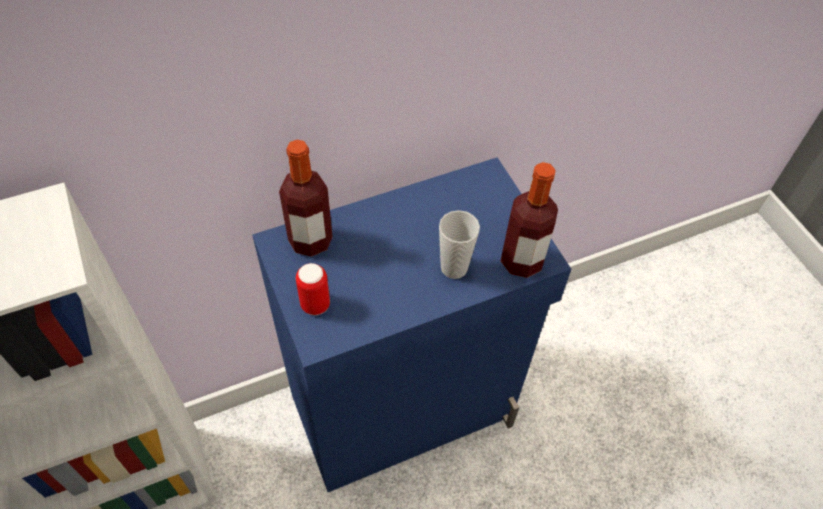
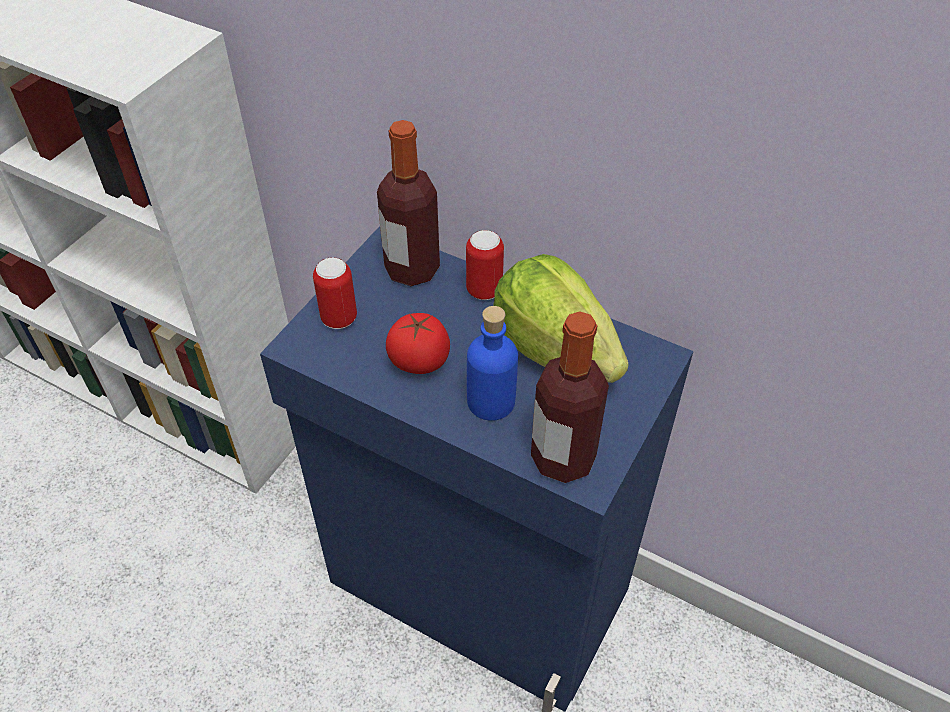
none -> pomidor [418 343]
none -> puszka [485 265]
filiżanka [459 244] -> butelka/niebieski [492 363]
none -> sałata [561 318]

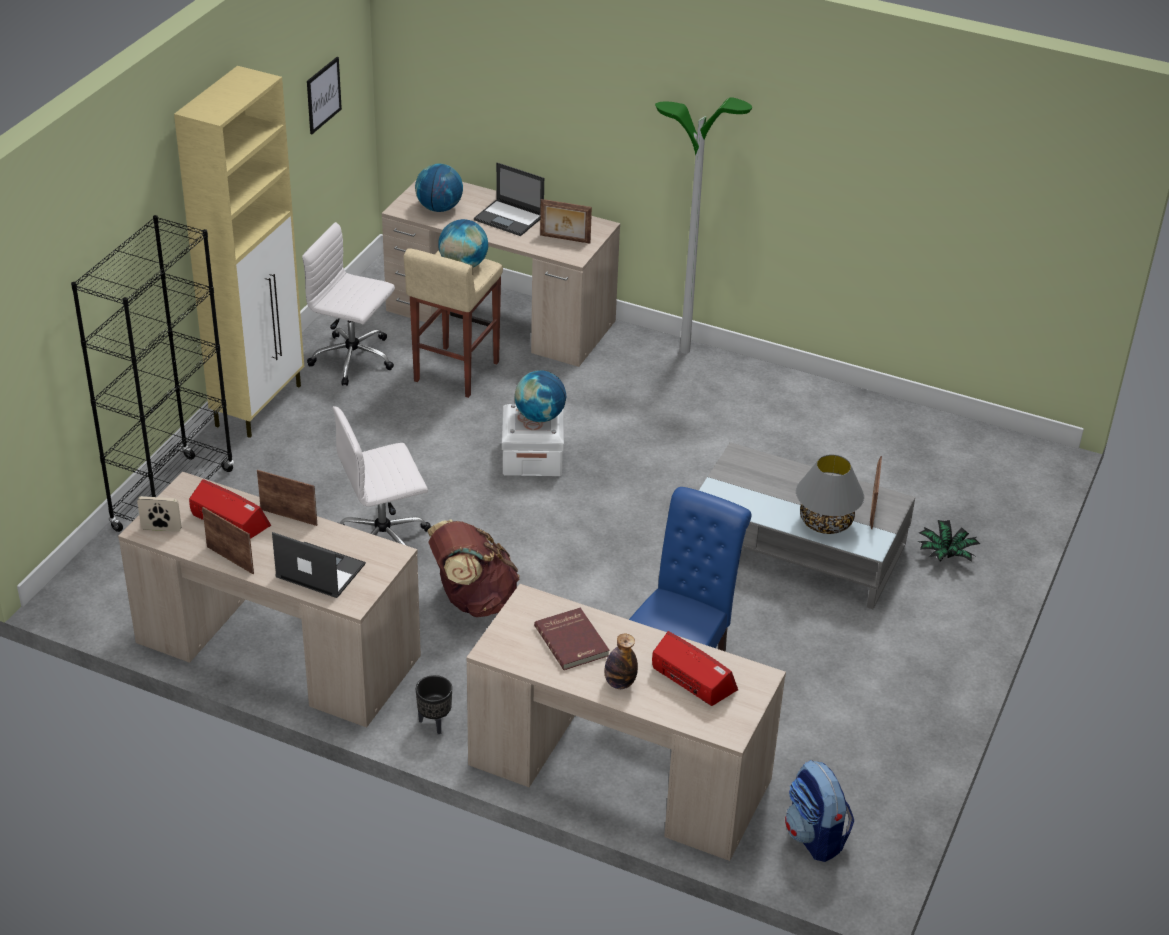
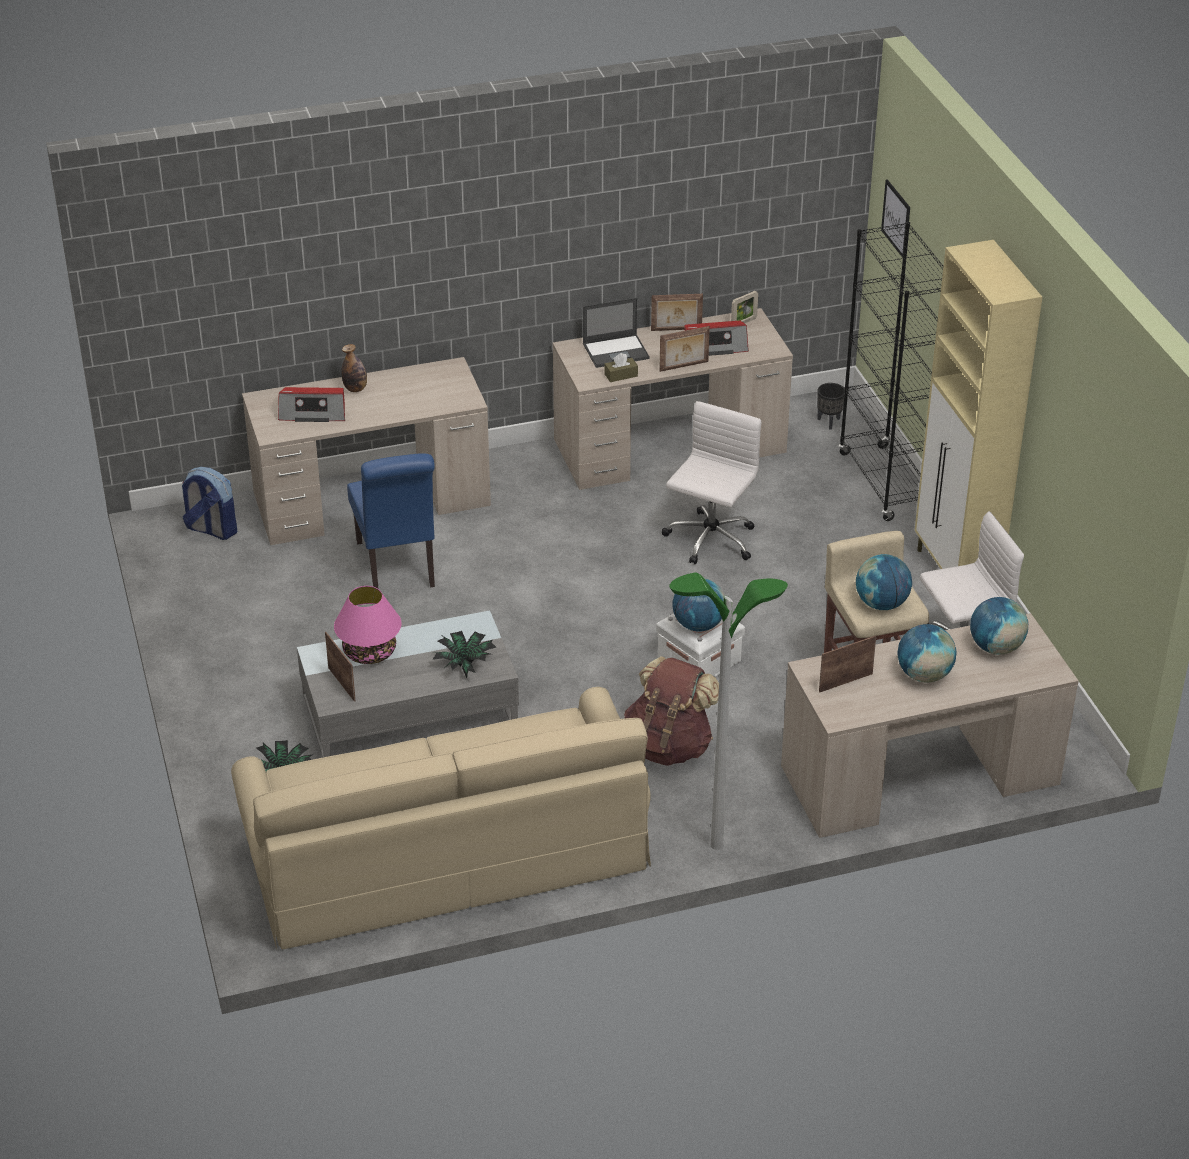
none -> kanapa/beżowy [441 818]
lampa stołowa/szary [830 494] -> lampa stołowa/różowy [368 625]
none -> roślina doniczkowa [464 654]
none -> pudełko chusteczek/brązowy [621 367]
plecak/brązowy [473 568] -> plecak/brązowy [671 711], move
donica/czarny [434 704] -> donica/czarny [830 406], move
obraz [324 95] -> obraz [895 218], move
laptop [509 199] -> globus [926 653]
książka/czerwony [572 639] -> none

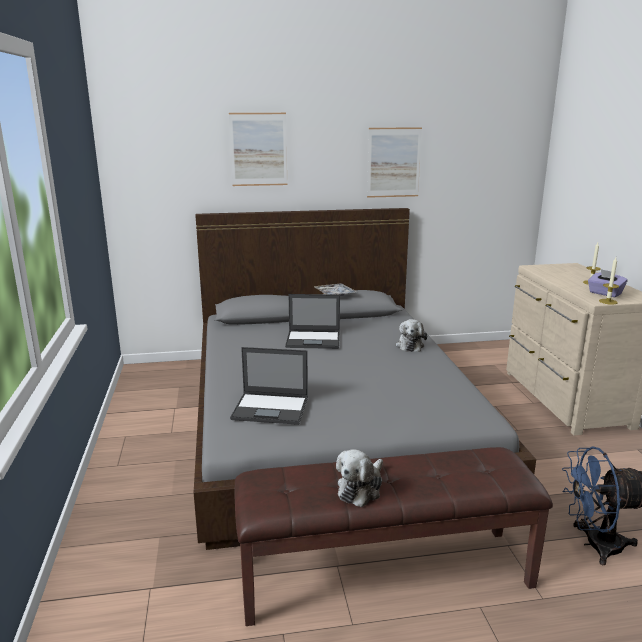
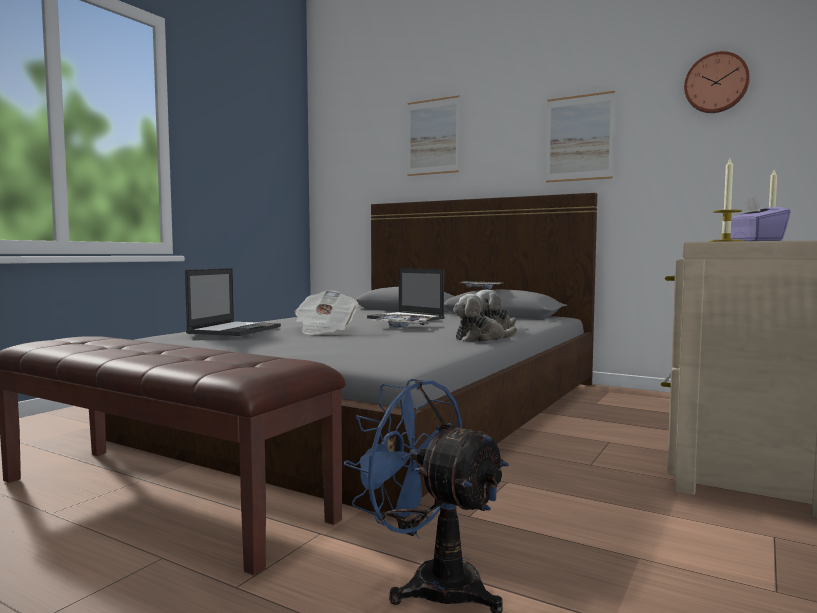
laptop [269 386] -> laptop [233 302], 120 degrees counterclockwise
none -> gazeta [327 312]
none -> taca [402 321]
pluszak [359 478] -> pluszak [485 318], move
none -> zegar ścienny [717 82]

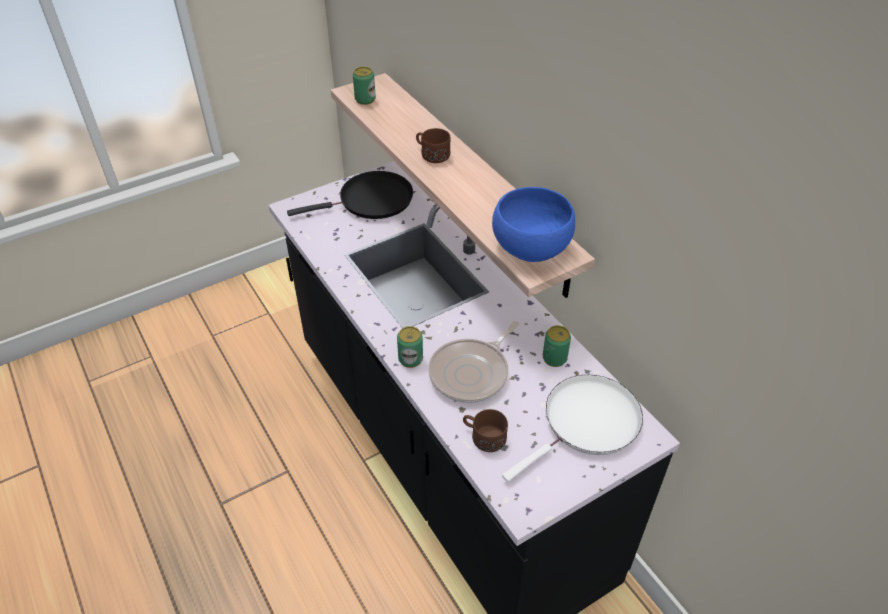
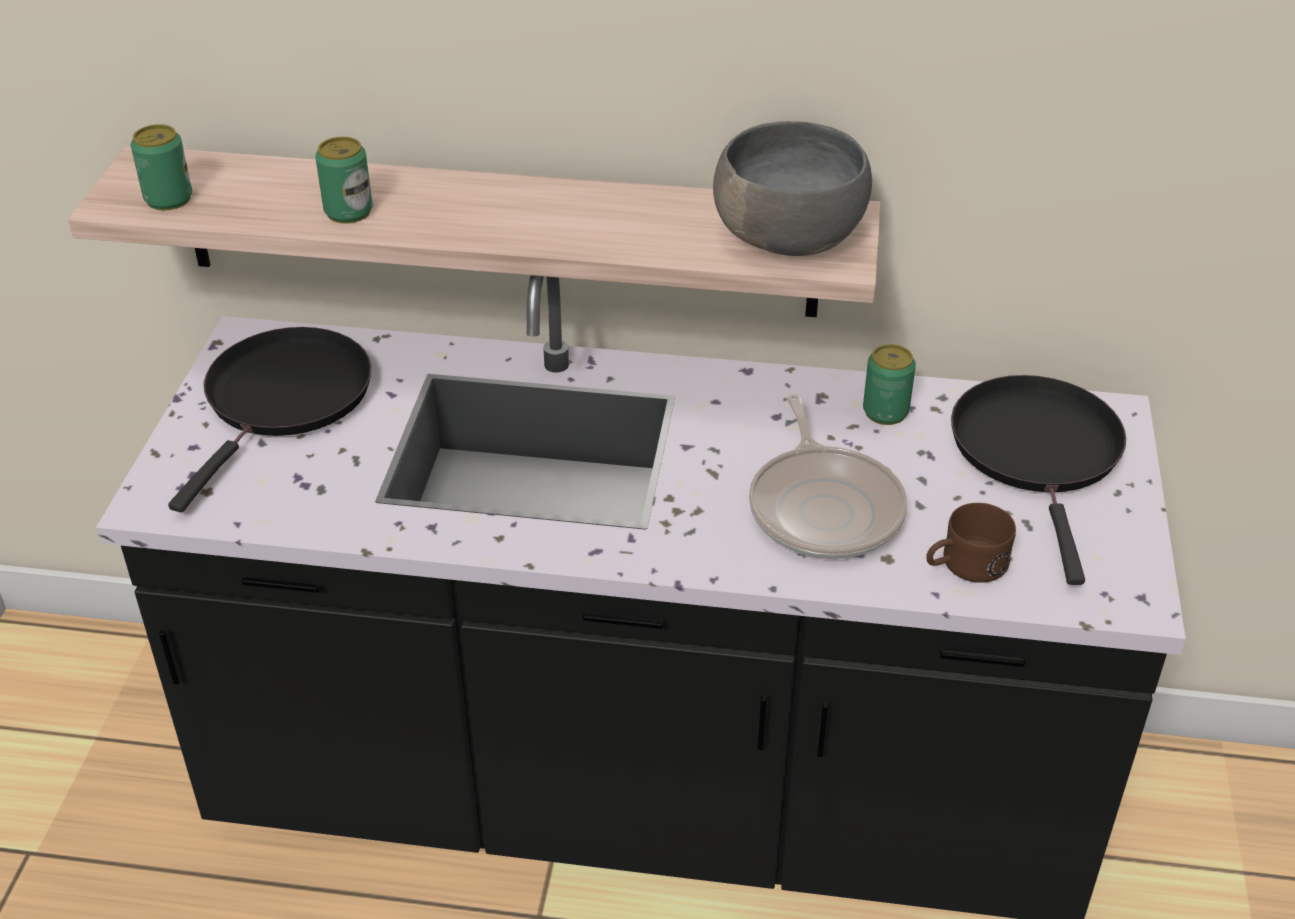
puszka [410 347] -> puszka [344 180], move
miska/niebieski [533 224] -> miska/szary [792 188]
patelnia/biały [572 428] -> patelnia/czarny [1038 480]
kubek/brązowy [433 145] -> none

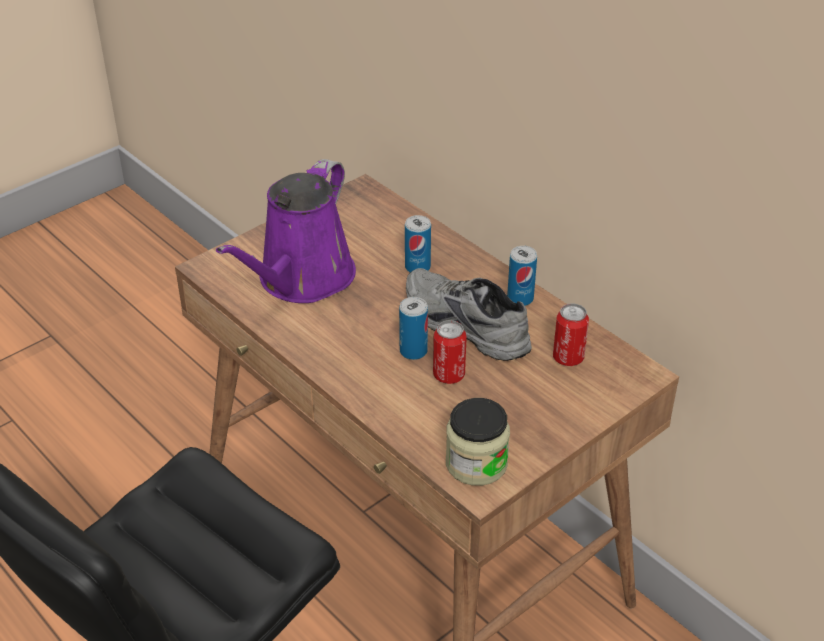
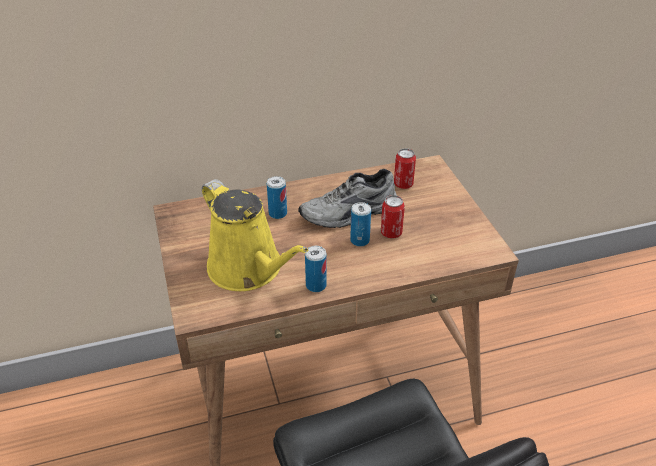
konewka/fioletowy [286 231] -> konewka/żółty [255 235]
puszka [522 276] -> puszka [316 269], move
słoik [478 442] -> none

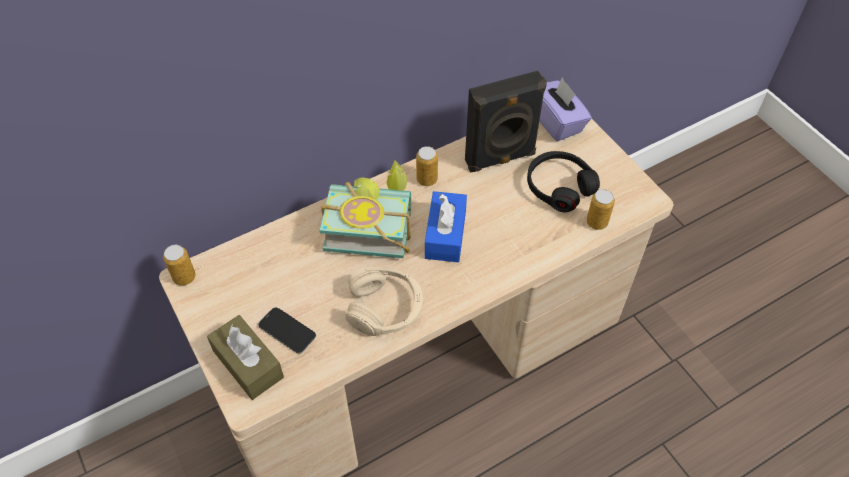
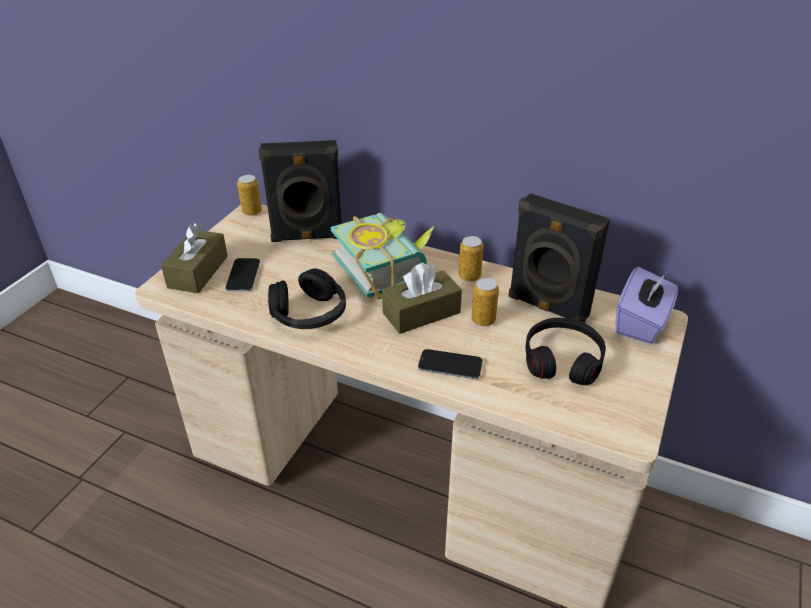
none -> głośnik/czarny [300 191]
słuchawki/beżowy [384 301] -> słuchawki/czarny [307 299]
pudełko chusteczek/niebieski [446 226] -> pudełko chusteczek/brązowy [422 298]
none -> telefon [450 364]
puszka [600 209] -> puszka [485 302], move

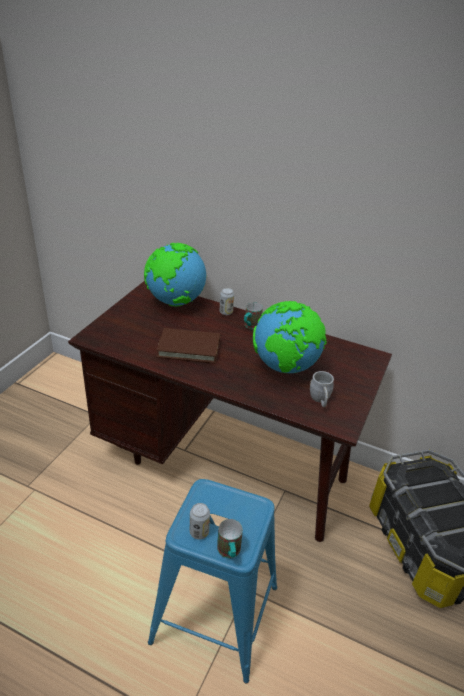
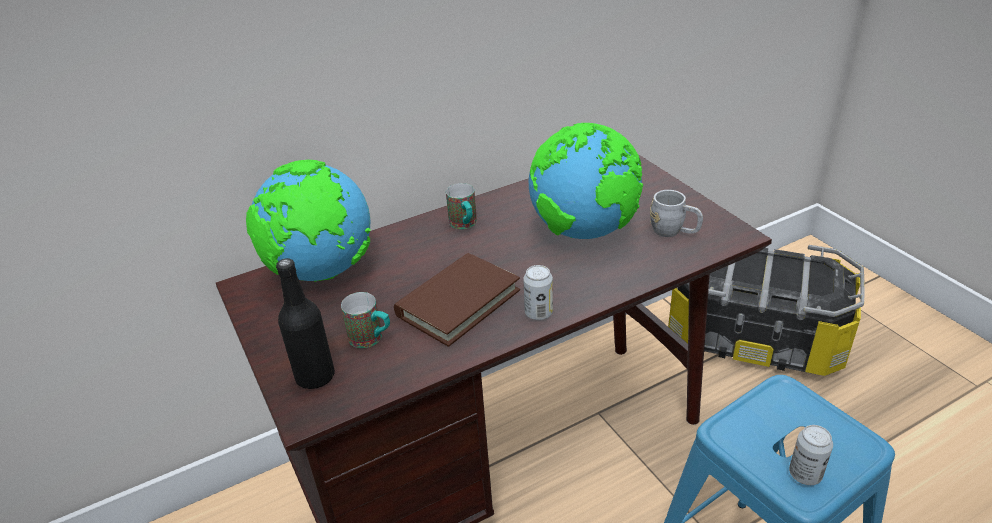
none -> butelka/czarny [305 323]
kubek [230 538] -> kubek [365 320], move
puszka [227 301] -> puszka [538 292], move

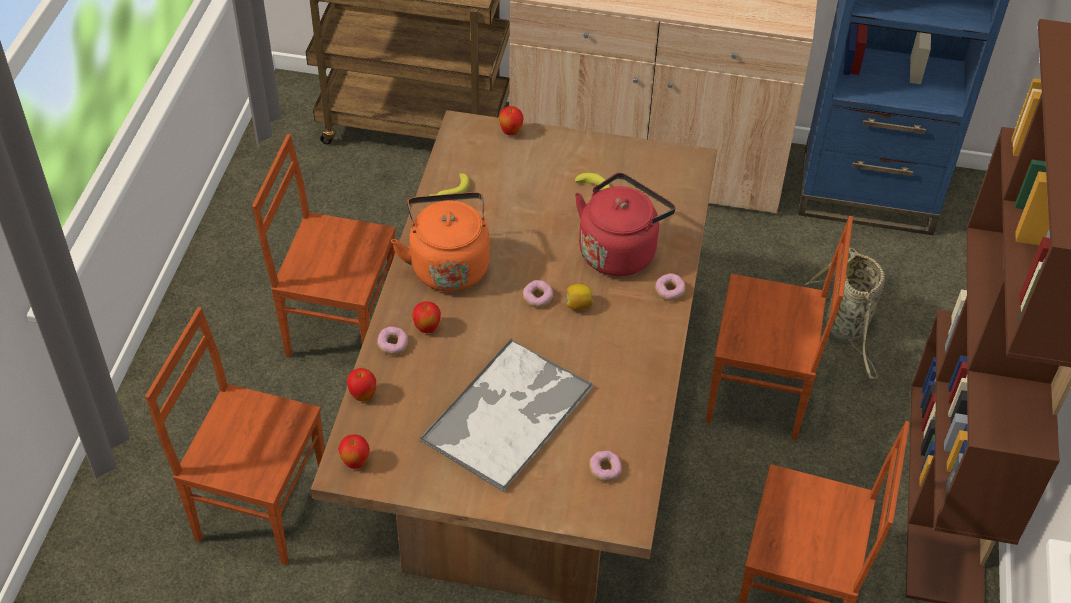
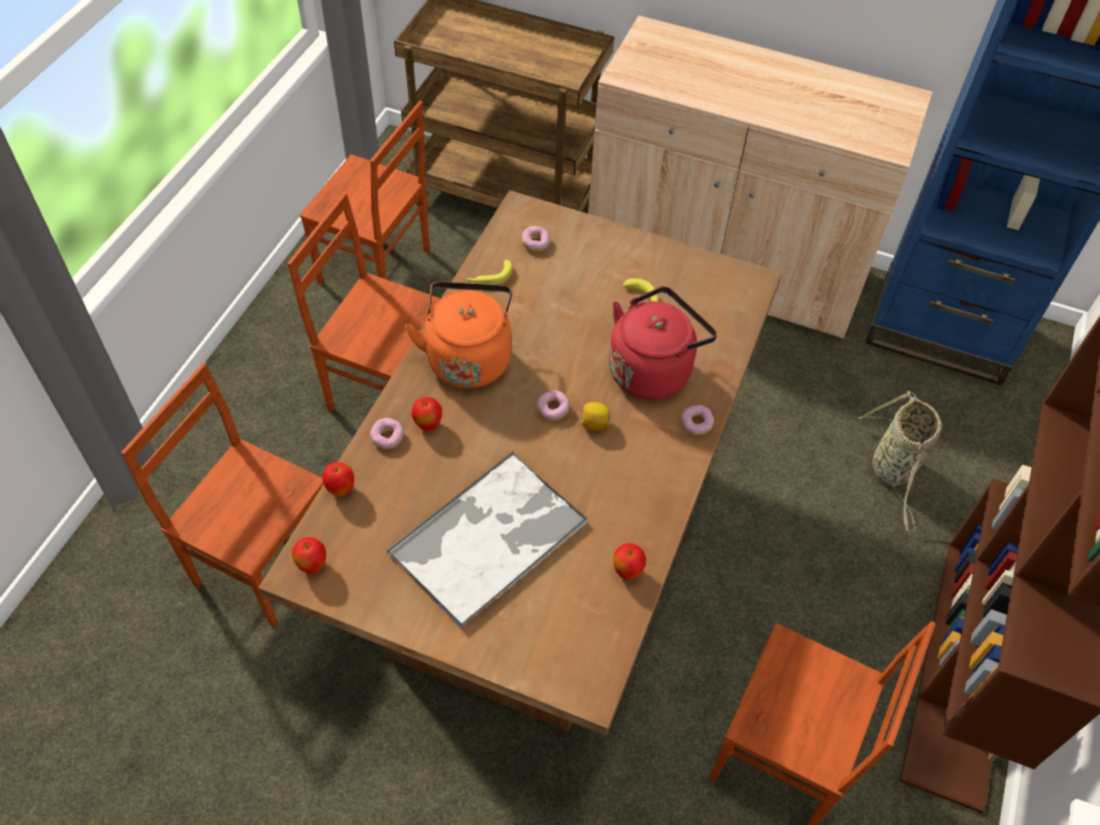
krzesło/brązowy [779 328] -> krzesło/brązowy [364 193], move
donut [605 466] -> donut [536 239], move
jabłko [511 121] -> jabłko [629 561], move

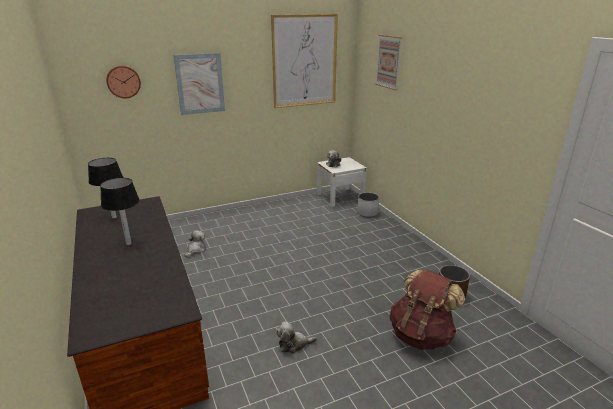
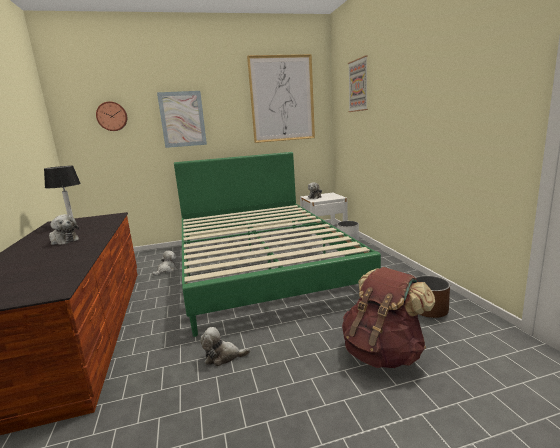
lampa stołowa [120 211] -> pluszak [64 229]
none -> łóżko/zielony [277 244]

